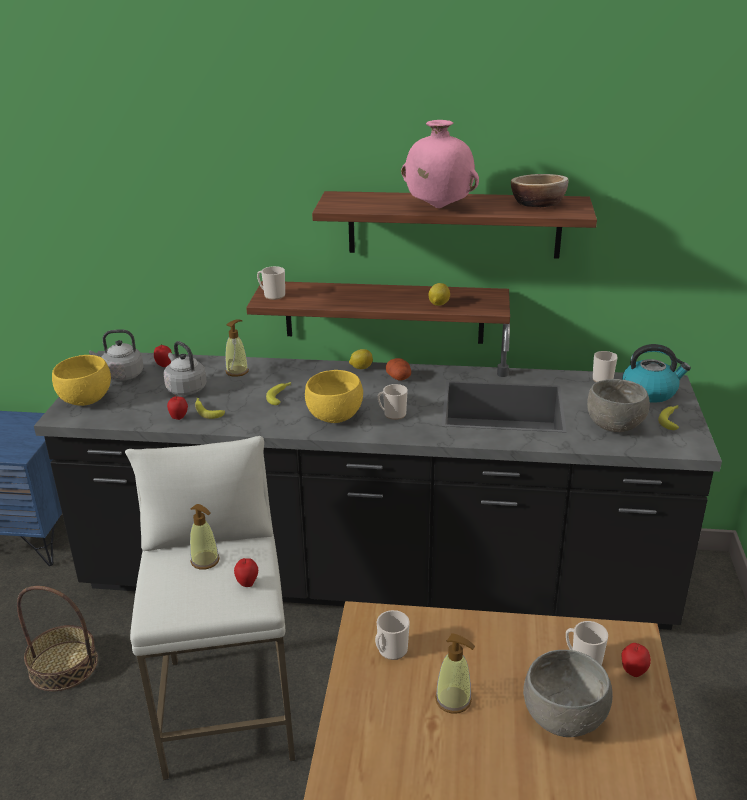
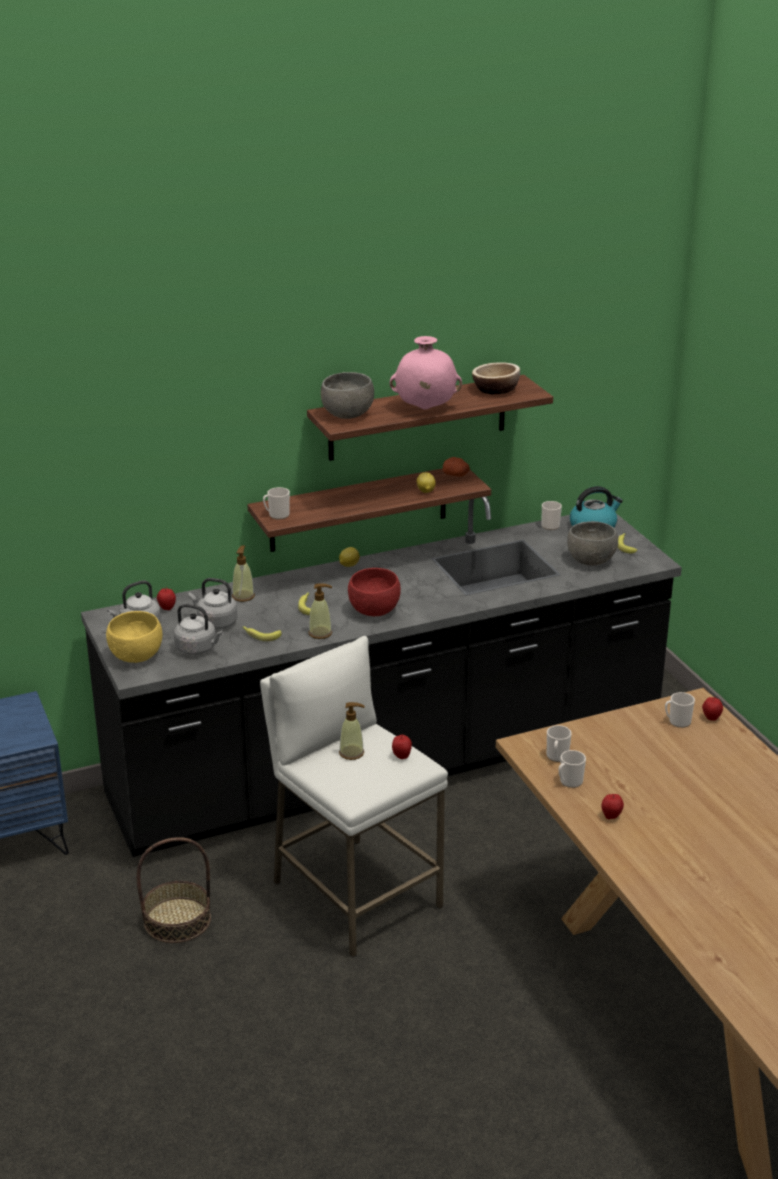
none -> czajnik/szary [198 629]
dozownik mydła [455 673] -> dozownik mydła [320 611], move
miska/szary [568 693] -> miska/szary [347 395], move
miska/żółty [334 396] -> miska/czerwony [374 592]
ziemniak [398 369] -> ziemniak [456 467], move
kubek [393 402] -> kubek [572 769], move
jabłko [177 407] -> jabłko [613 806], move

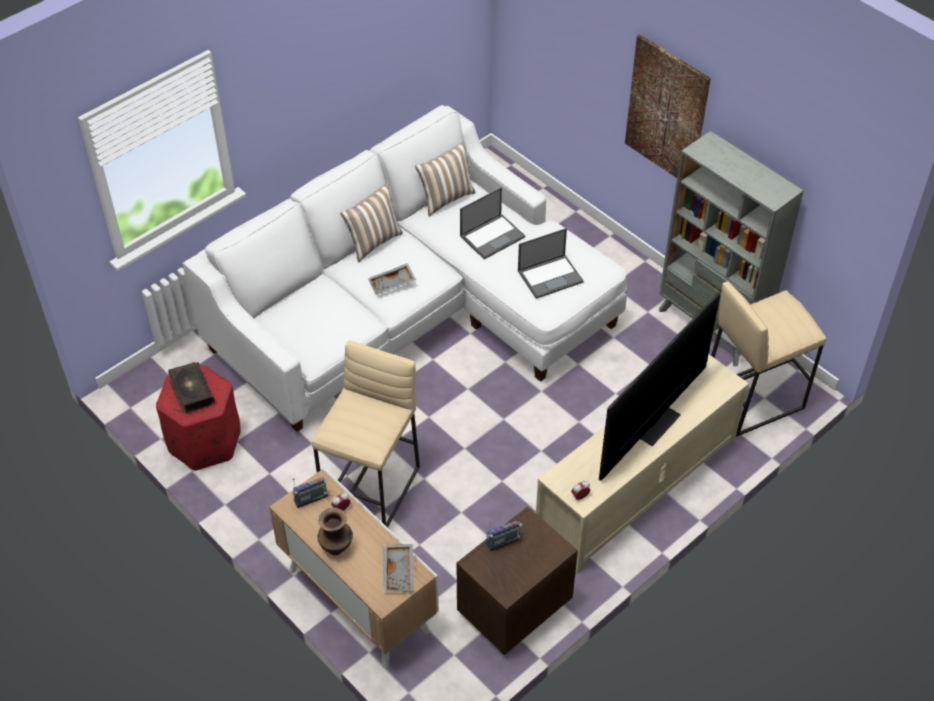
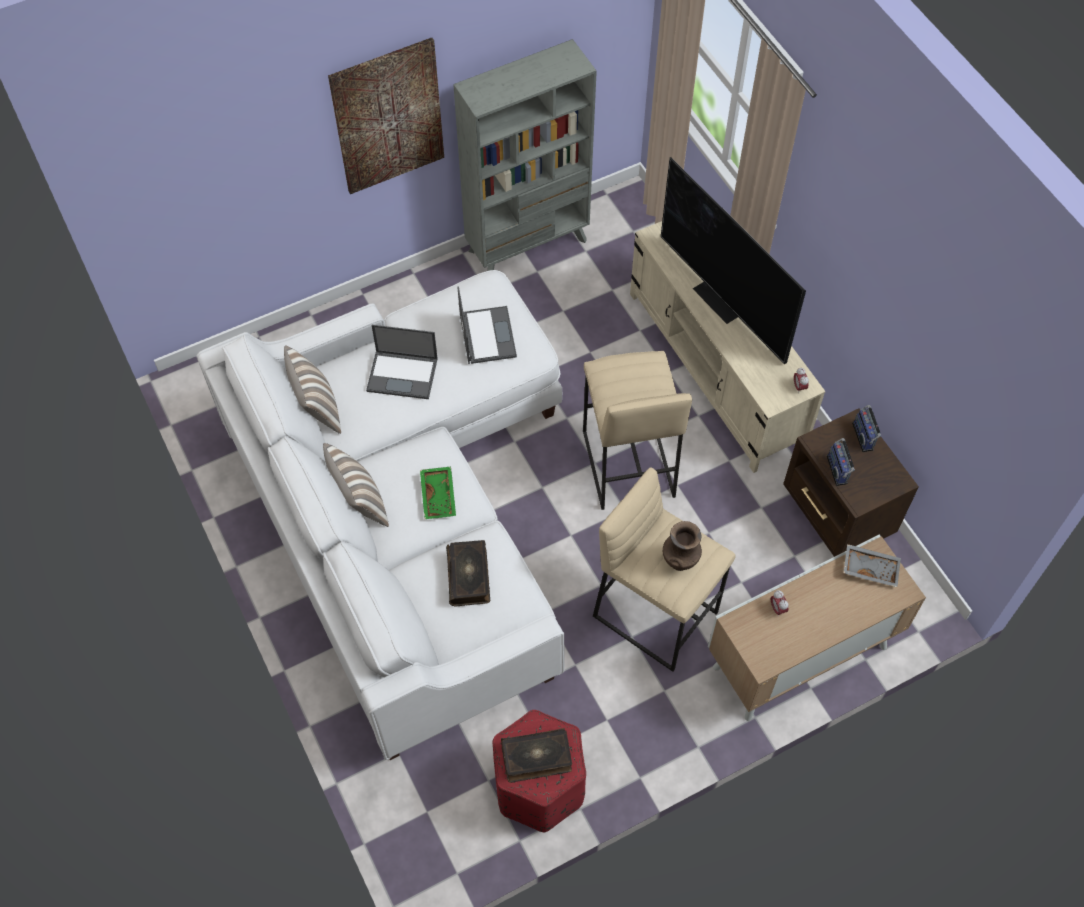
laptop [492 223] -> laptop [402 362], 120 degrees clockwise
taca/szary [392 279] -> taca/zielony [438 493]
none -> książka [468 573]
stołek/beżowy [768 359] -> stołek/beżowy [637 430], move
wazon/brązowy [335 531] -> wazon/brązowy [682 546], move
radio [310 492] -> radio [866 428], move

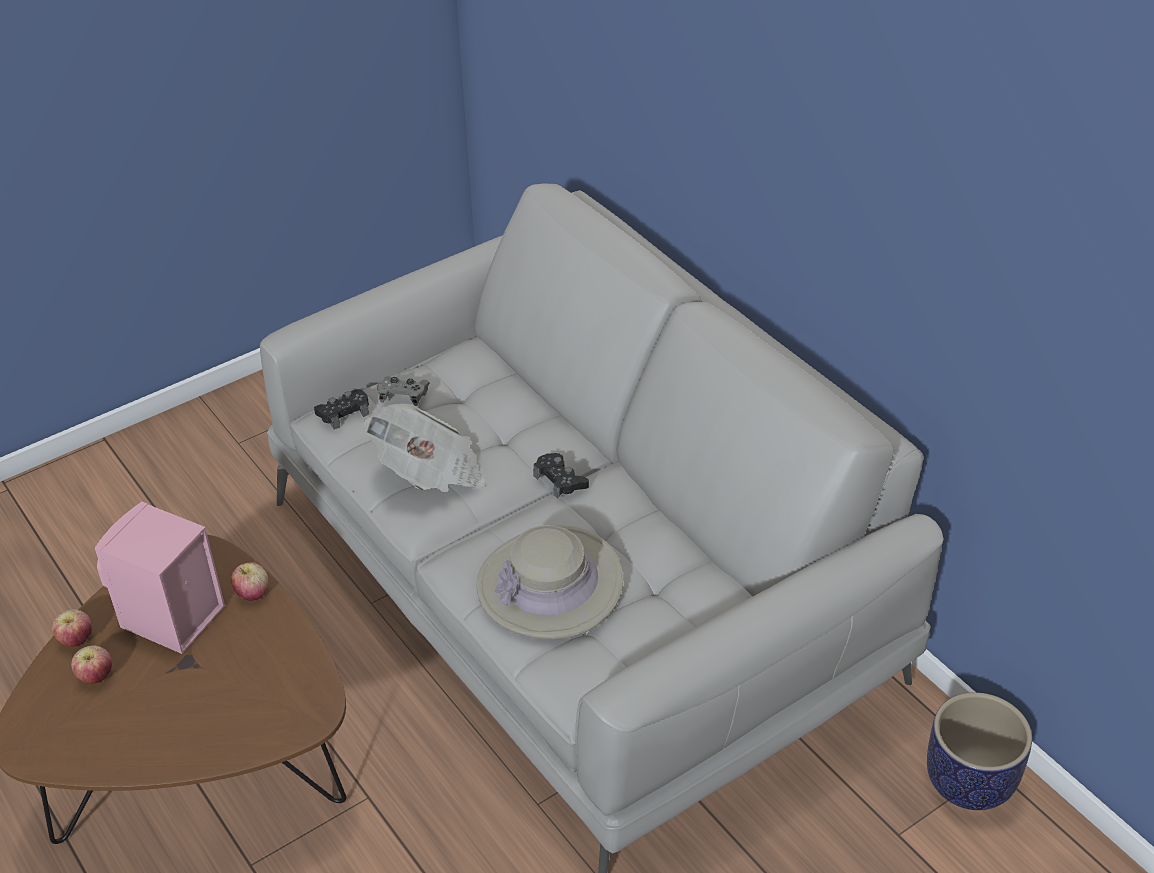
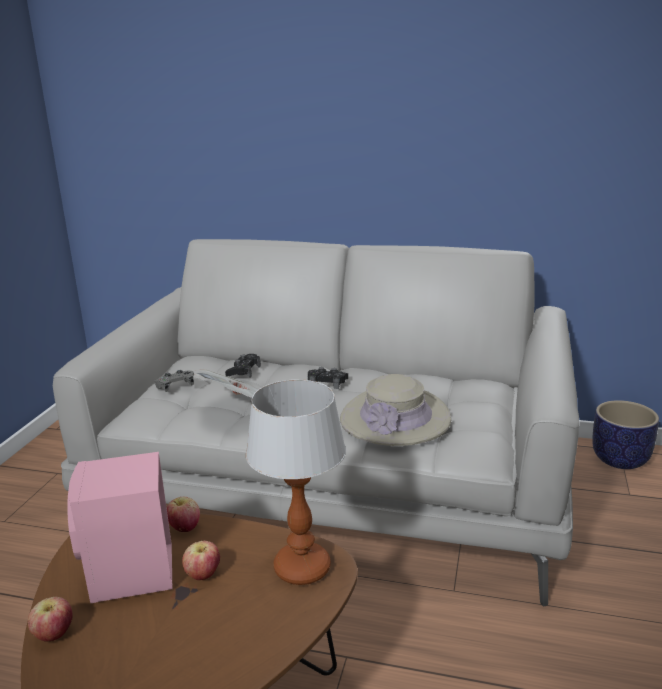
jabłko [91 664] -> jabłko [201 560], move
pad do gier/czarny [341 409] -> pad do gier/czarny [243 366], move
none -> lampa stołowa [296 482]

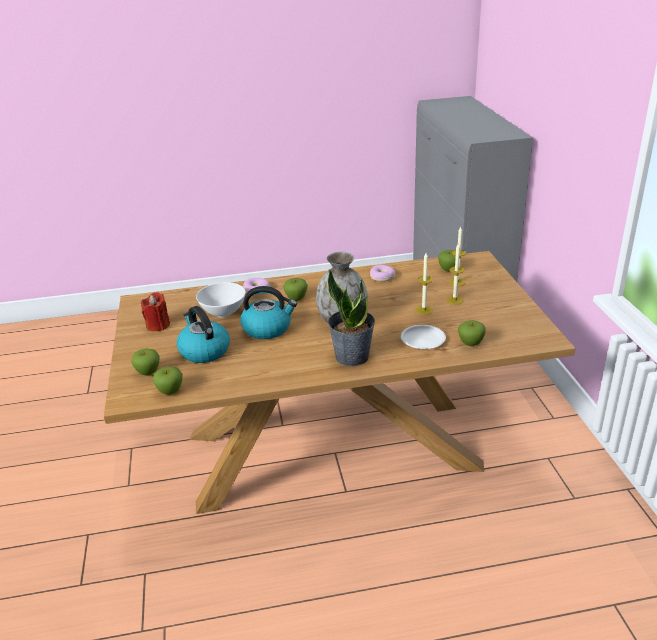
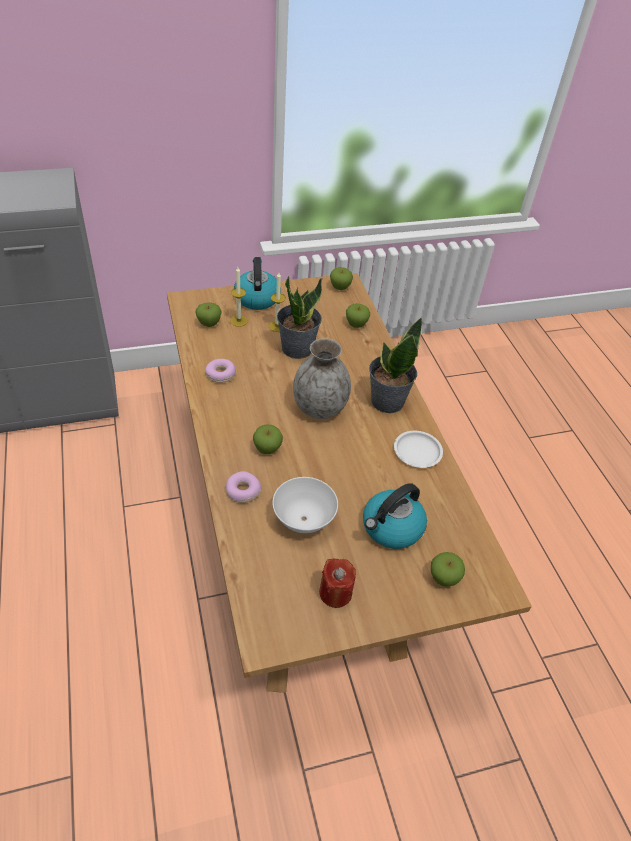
czajnik [268 312] -> czajnik [257 283], move
świeca [424 284] -> roślina doniczkowa [299 317]
jabłko [168 381] -> jabłko [341 278], move
talerz/biały [423 337] -> talerz/biały [418 449], move

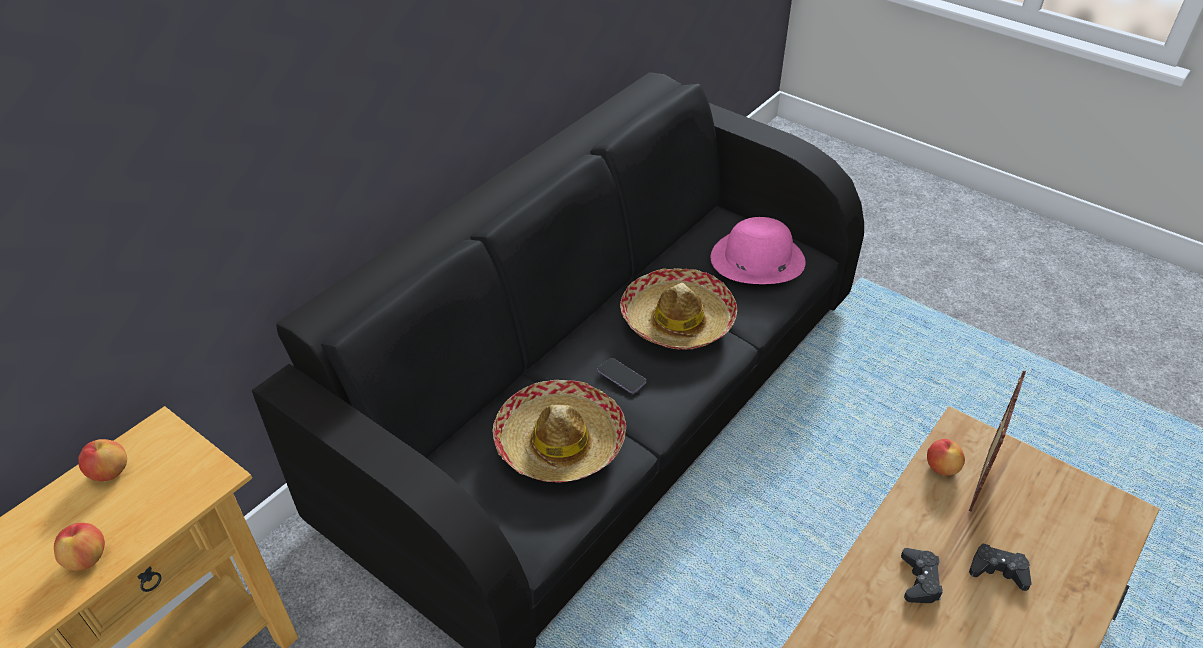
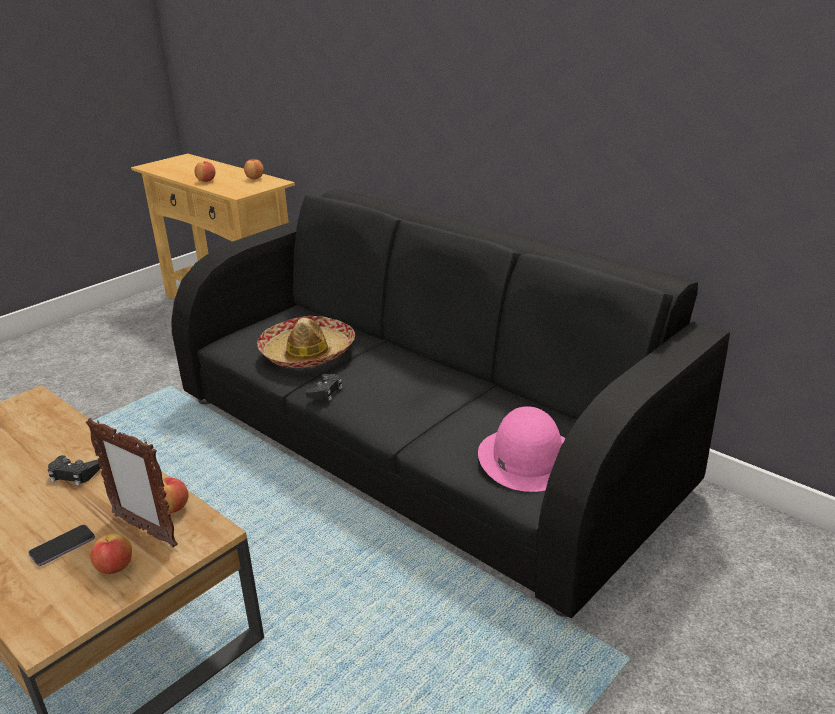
telefon [621 376] -> telefon [61 545], move
none -> jabłko [111 553]
pad do gier/czarny [1000 567] -> pad do gier/czarny [324 387], move
kapelusz [678 309] -> none

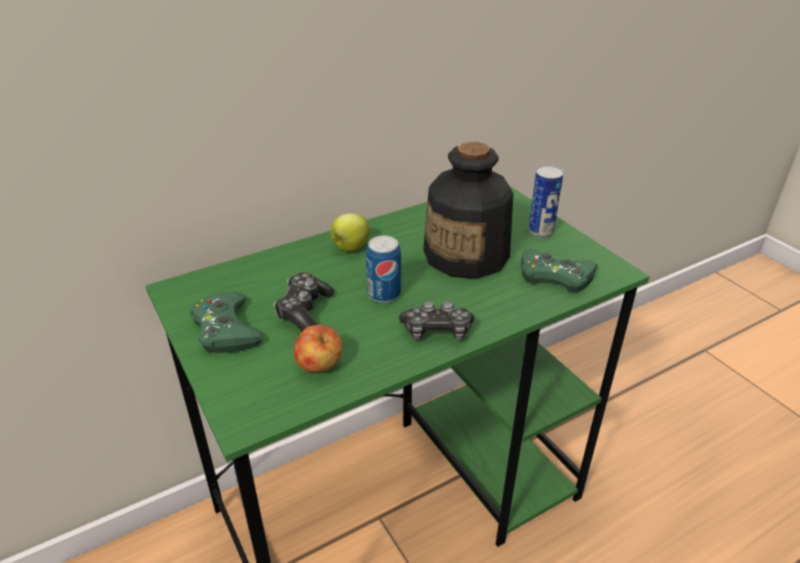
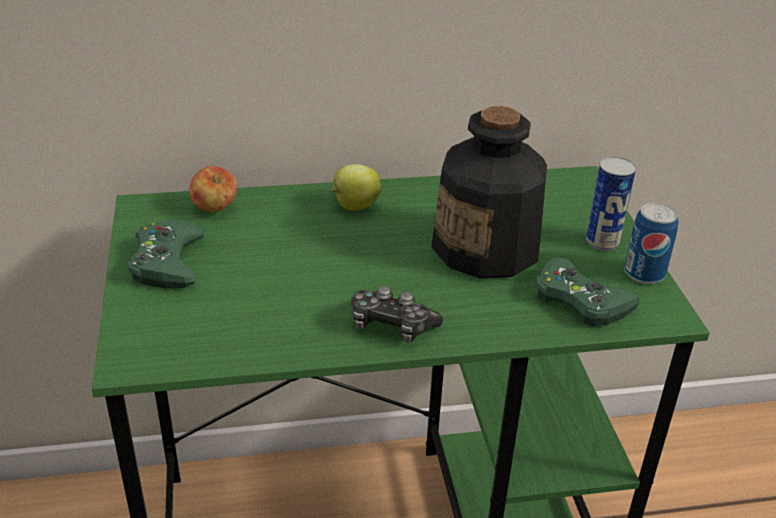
jabłko [318 348] -> jabłko [213 189], move
puszka [383 269] -> puszka [651 243], move
pad do gier [303 302] -> none

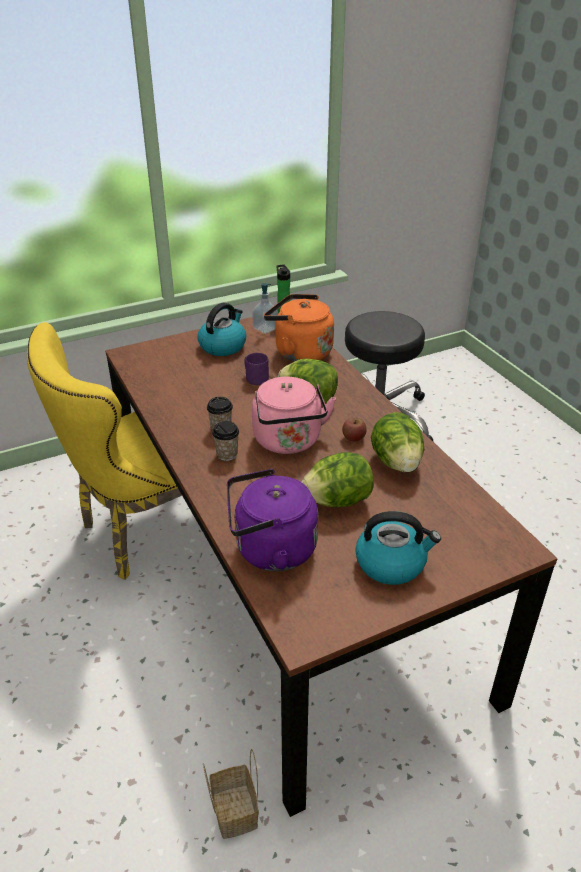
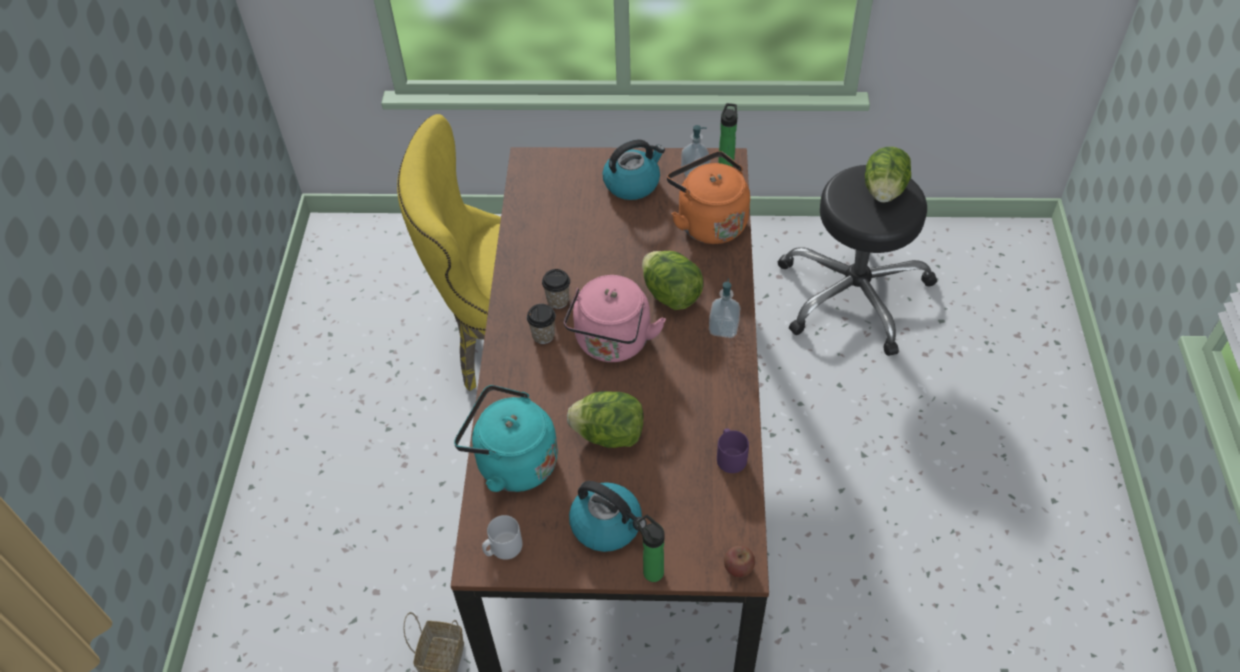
czajnik/fioletowy [273 520] -> czajnik/turkusowy [506 438]
none -> kubek/szary [502 537]
none -> butelka [650 548]
none -> dozownik mydła [725 308]
kubek/fioletowy [256 369] -> kubek/fioletowy [733 450], move
jabłko [354 429] -> jabłko [739 561], move
sałata [397 442] -> sałata [888 175], move

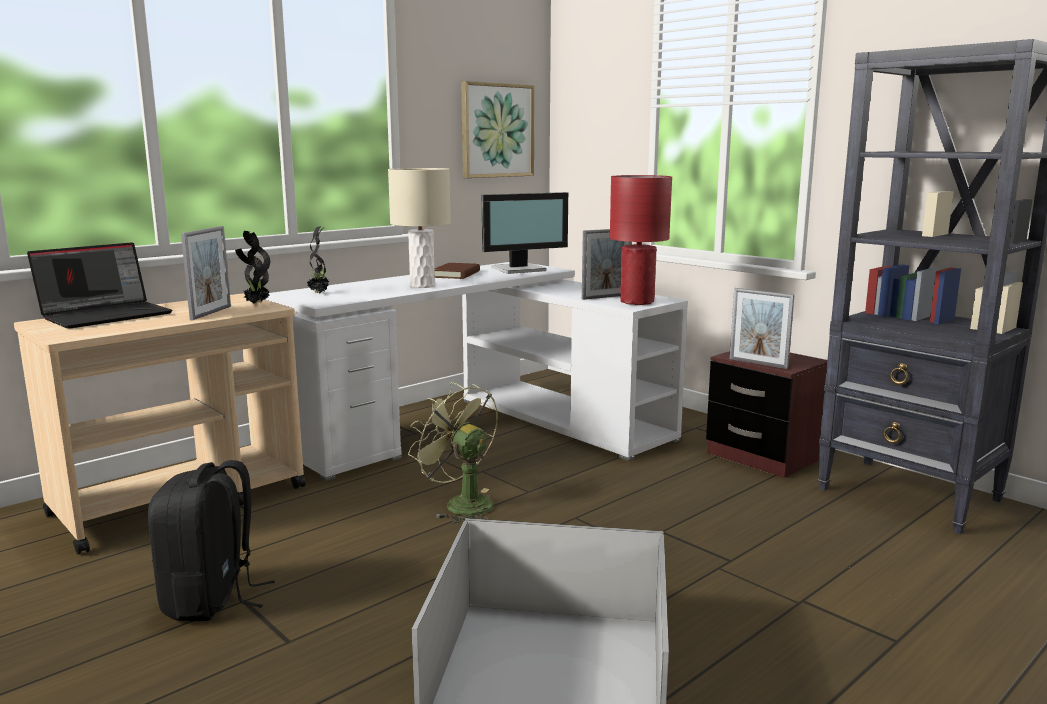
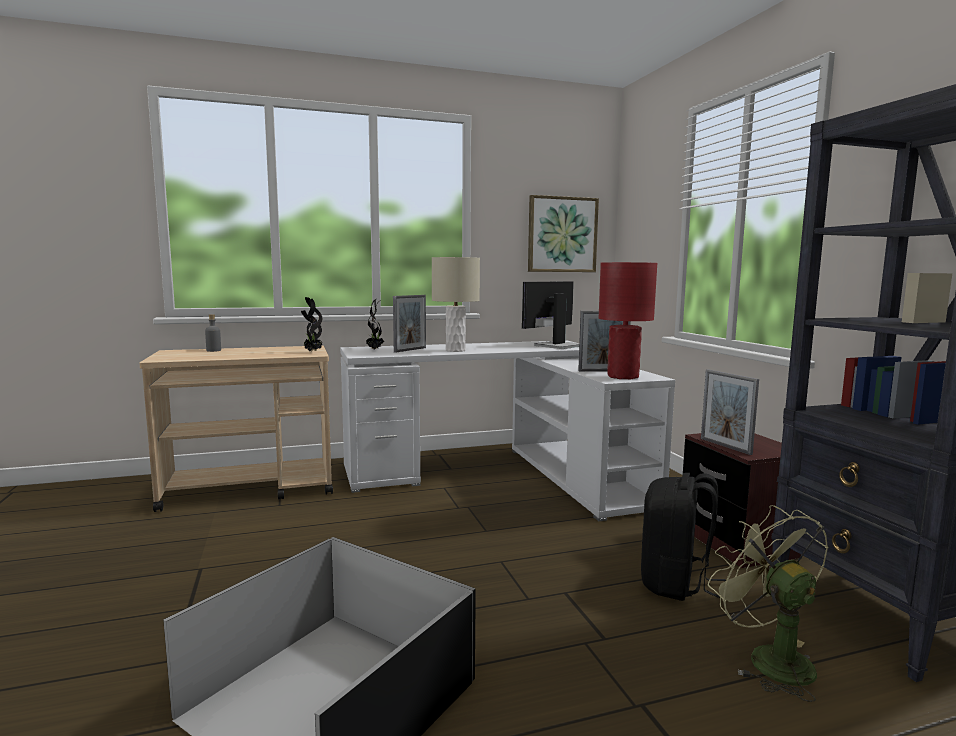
laptop [99 285] -> butelka/szary [213 333]
ramka na zdjęcie [206 273] -> ramka na zdjęcie [409 324], move
monitor [525 233] -> monitor [550 315], 135 degrees clockwise
plecak/czarny [211 540] -> plecak/czarny [683 537], move
wentylator/zielony [453 452] -> wentylator/zielony [768 603], move
książka/brązowy [457 271] -> none

